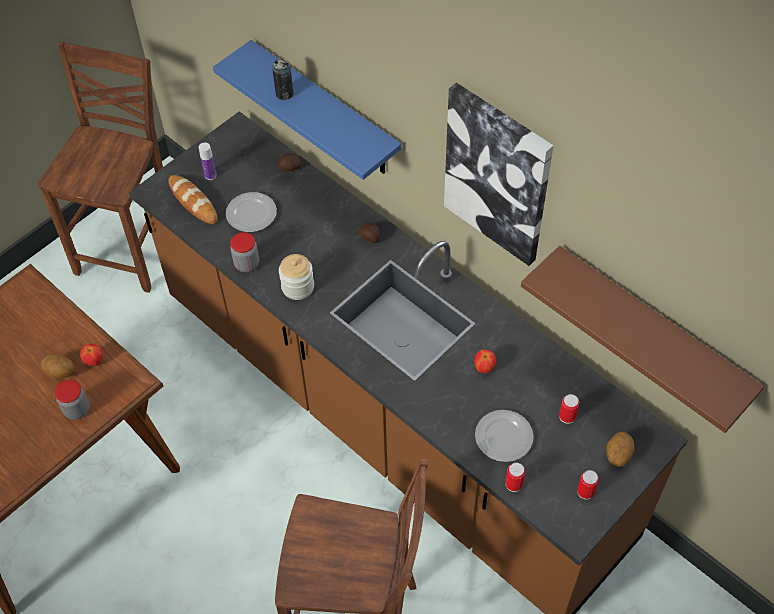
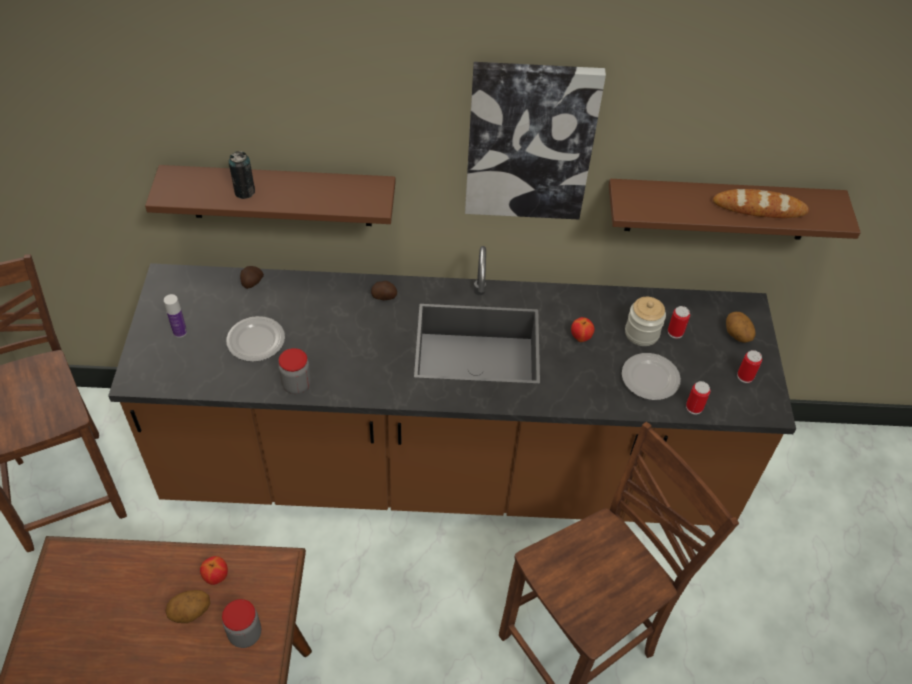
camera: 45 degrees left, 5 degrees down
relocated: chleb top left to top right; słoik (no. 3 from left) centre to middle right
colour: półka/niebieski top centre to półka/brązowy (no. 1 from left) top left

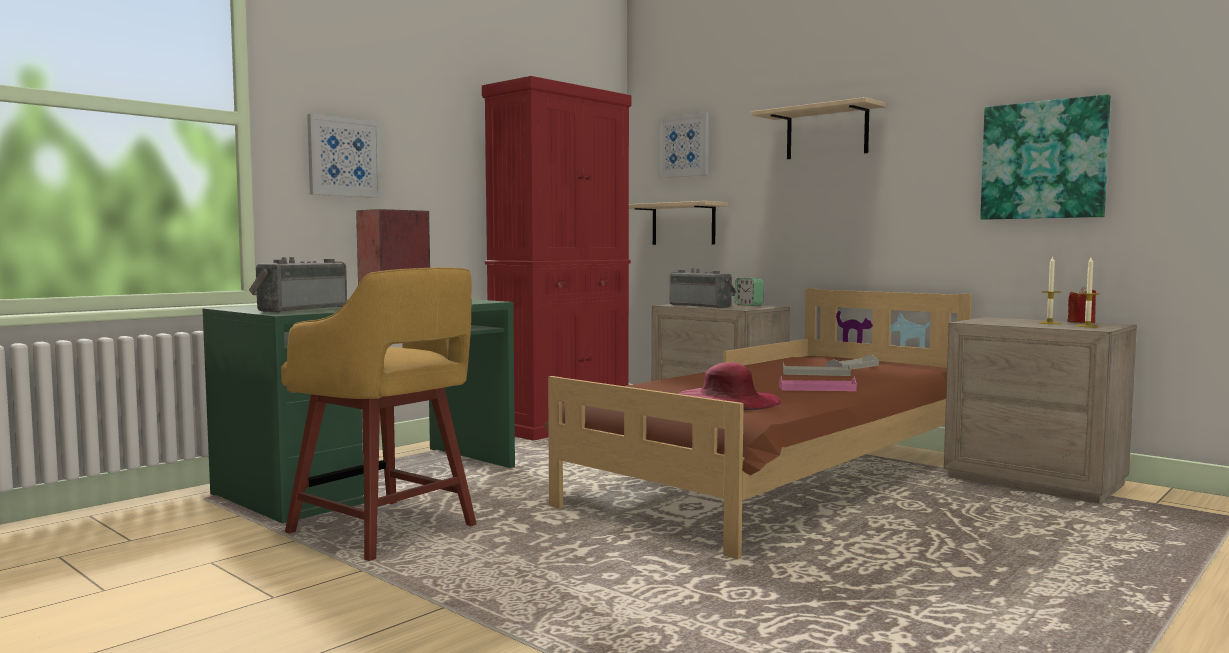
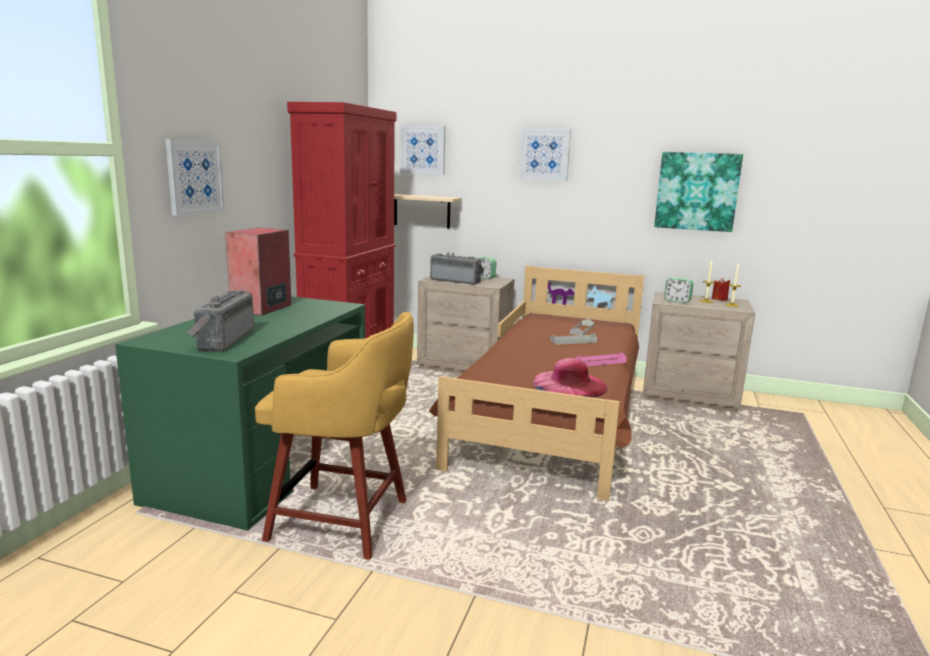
camera: 25 degrees left, 10 degrees up
appeared: budzik (no. 2 from left) middle right
exchanged: półka/beżowy (no. 2 from left) top centre to obraz (no. 3 from left) top centre

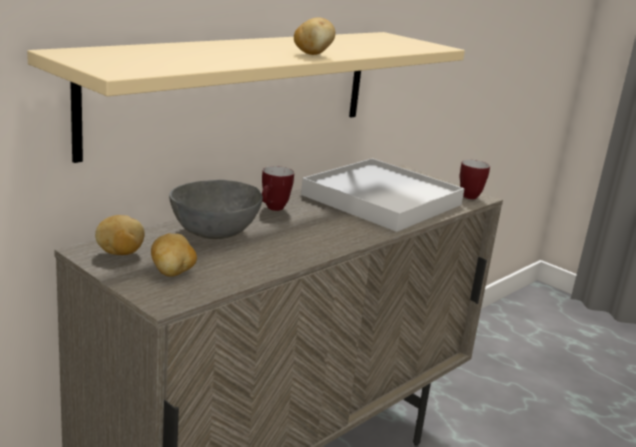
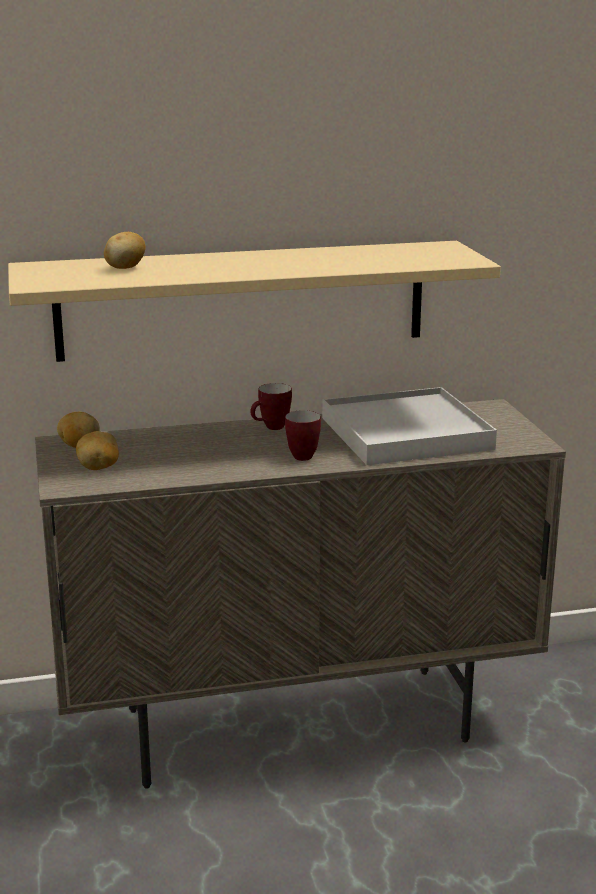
camera: 35 degrees right, 0 degrees up
missing: miska/szary centre
relocated: ziemniak (no. 3 from left) top centre to top left; kubek (no. 2 from left) middle right to centre

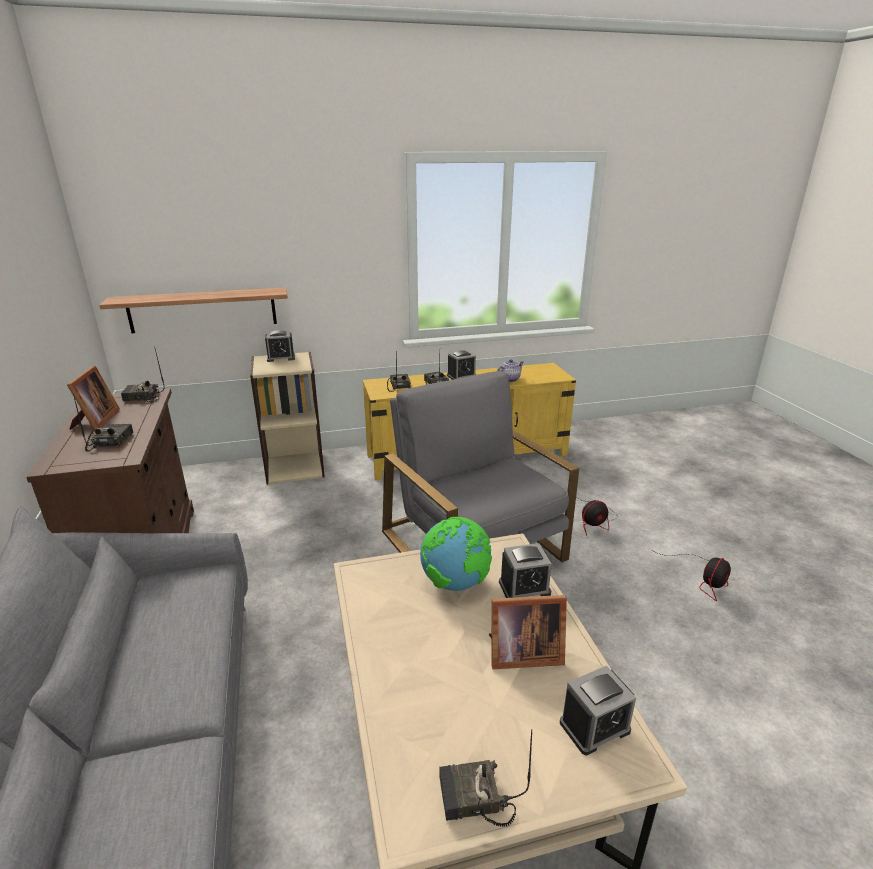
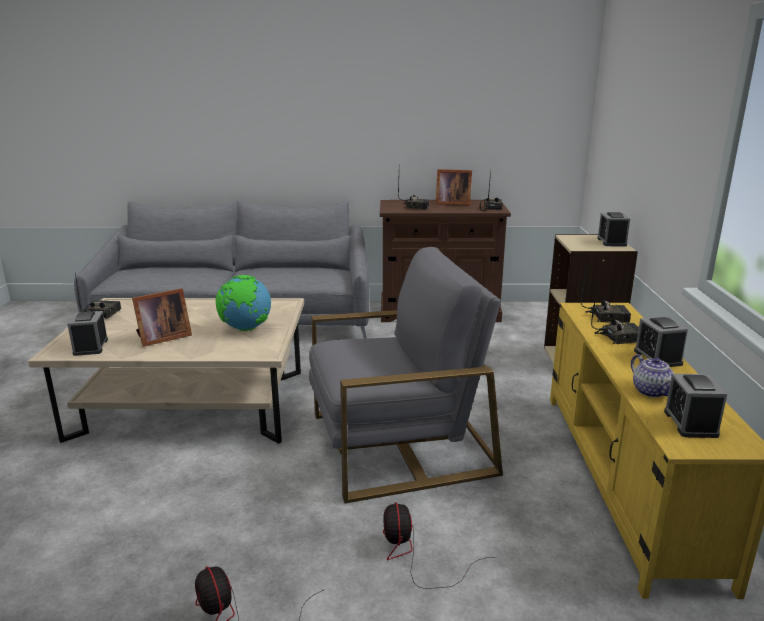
camera: 105 degrees right, 5 degrees down
missing: półka middle left
relocated: budzik (no. 3 from left in the first image) centre to budzik (no. 4 from left) middle right
spun: ramka na zdjęcie (no. 2 from left in the first image) bottom centre = middle left 135 degrees counterclockwise

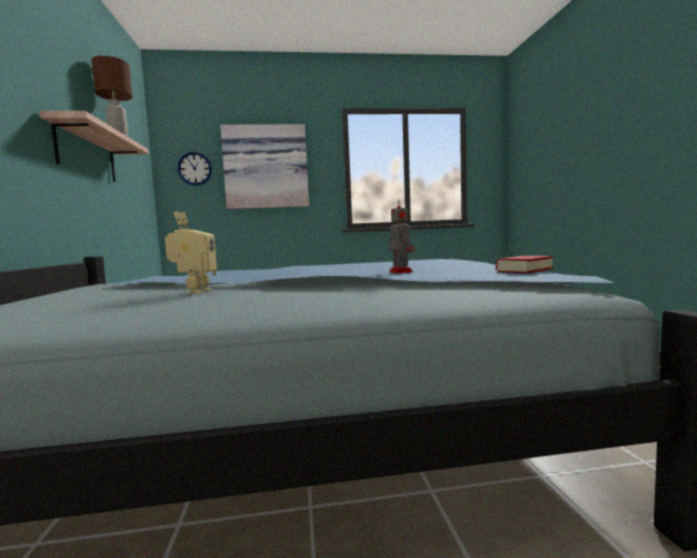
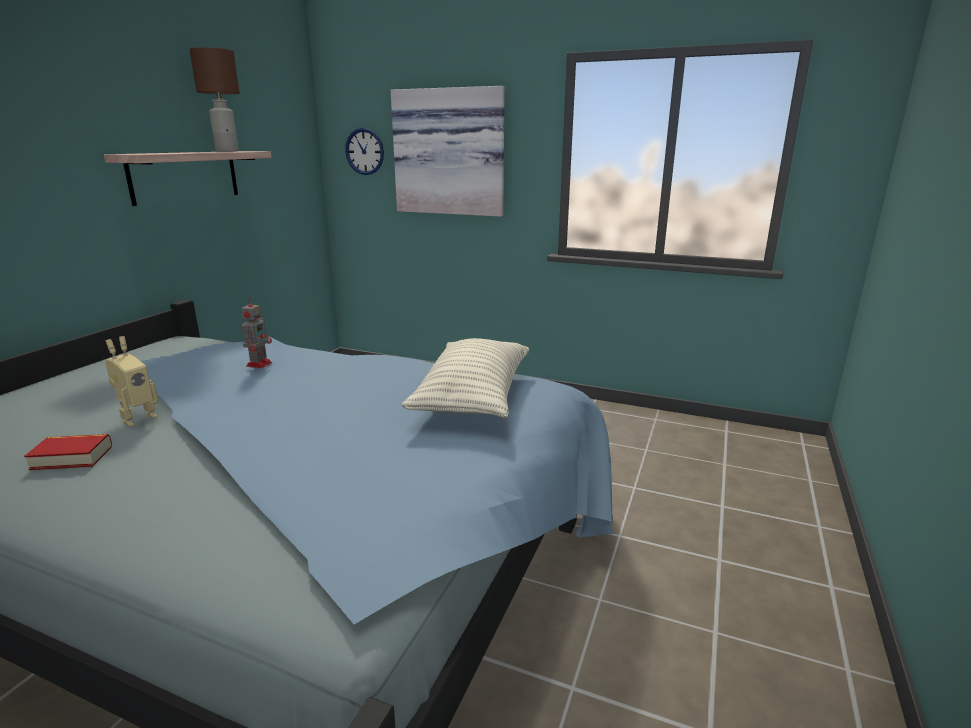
camera: 30 degrees right, 15 degrees up
appeared: poduszka centre
relocated: robot zabawkowy (no. 2 from left) centre to middle left; książka middle right to middle left

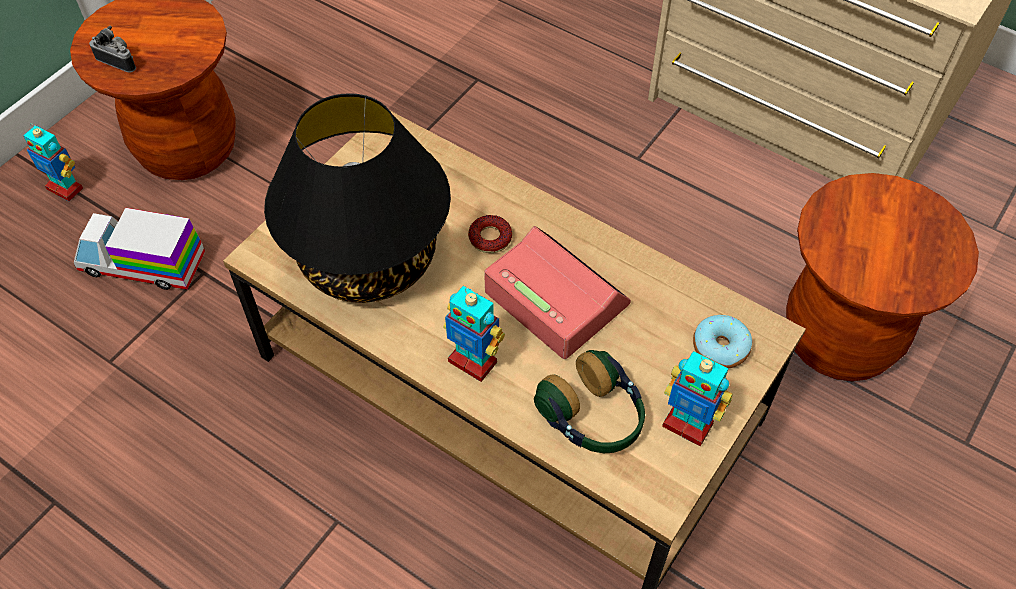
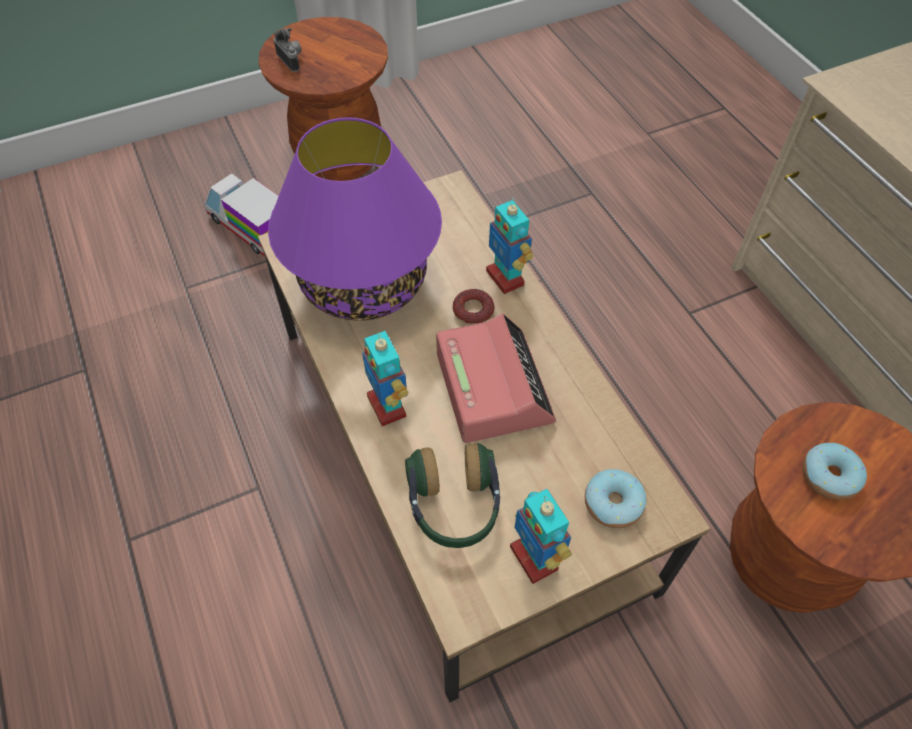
camera: 30 degrees right, 0 degrees up
appeared: donut (no. 3 from left) middle right
relocated: robot zabawkowy (no. 1 from left in the first image) top left to robot zabawkowy (no. 2 from left) centre
colour: lampa stołowa/czarny centre to lampa stołowa/fioletowy top centre

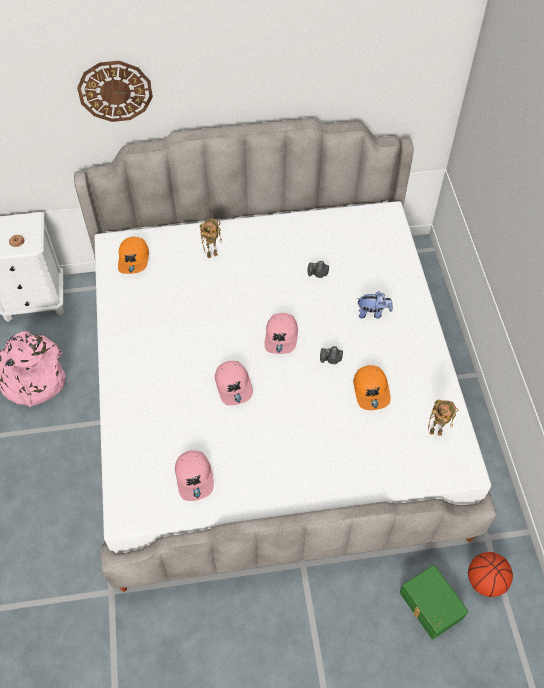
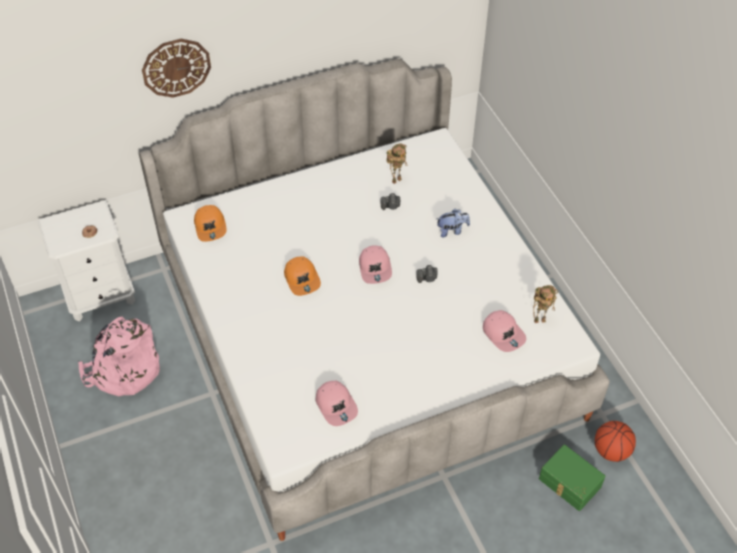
camera: 15 degrees left, 5 degrees down
relocated: robot zabawkowy (no. 1 from left) centre to top centre; czapka z daszkiem/różowy (no. 2 from left in the first image) centre to czapka z daszkiem/różowy (no. 3 from left) middle right; czapka z daszkiem/pomarańczowy (no. 2 from left) middle right to centre

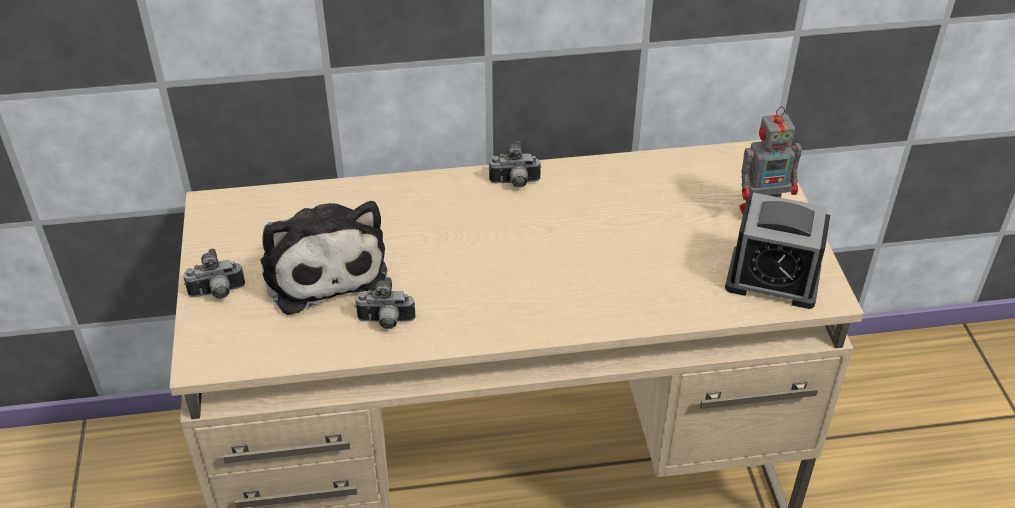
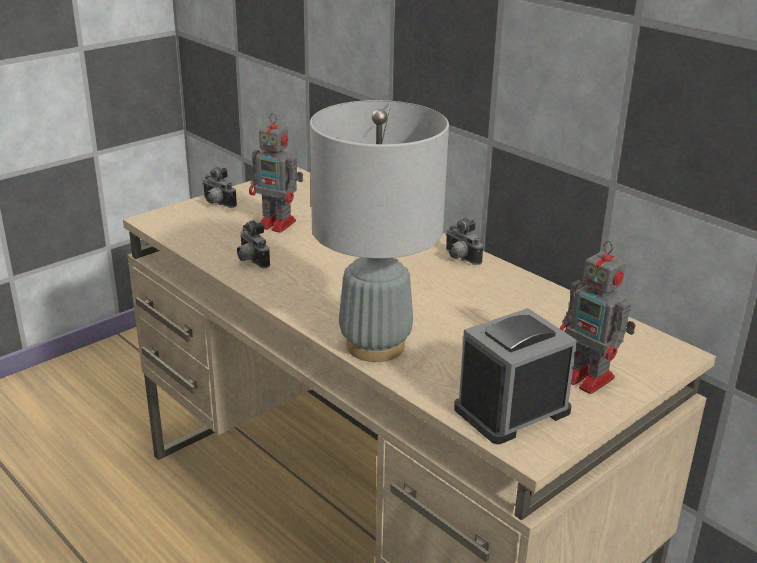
camera: 55 degrees right, 15 degrees down
appeared: lampa stołowa/szary centre
exchanged: pluszak middle left to robot zabawkowy (no. 1 from left) top centre
spun: budzik middle right = bottom right 75 degrees clockwise

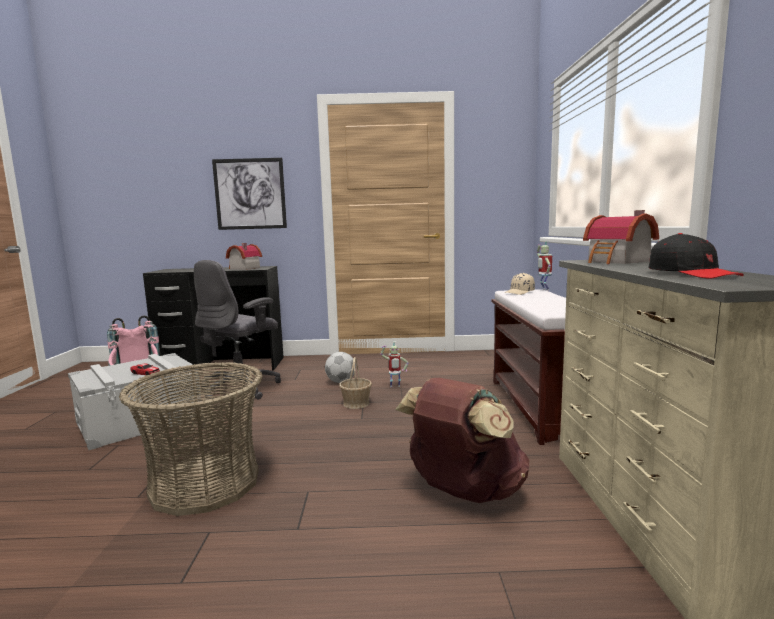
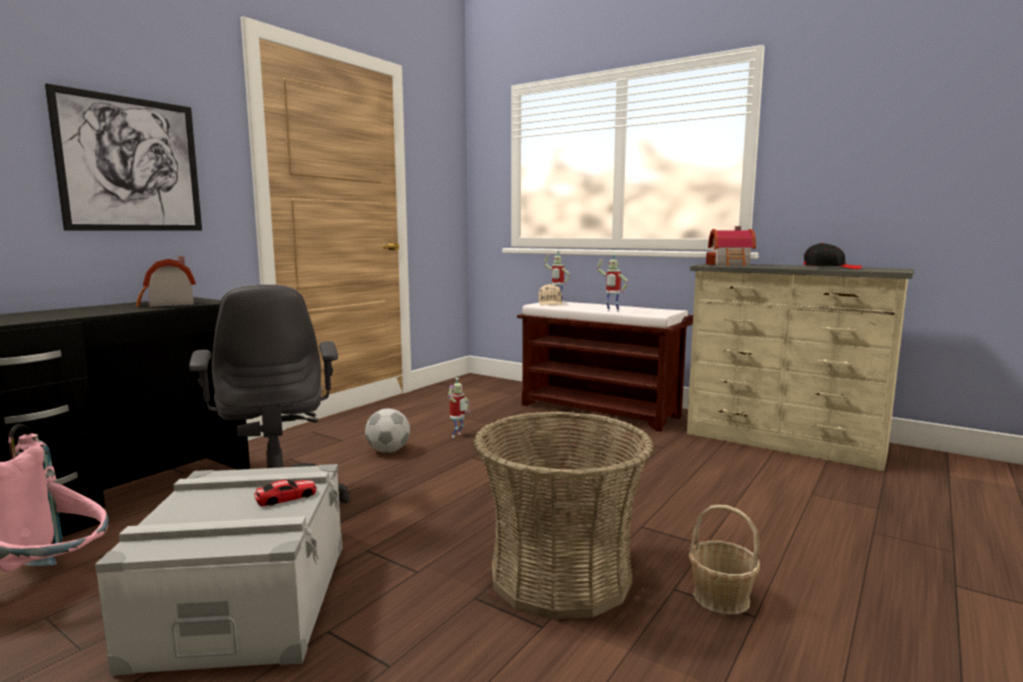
camera: 55 degrees left, 0 degrees up
missing: plecak/brązowy bottom centre
appeared: robot zabawkowy (no. 3 from left) centre
relocated: koszyk (no. 2 from left) centre to bottom right

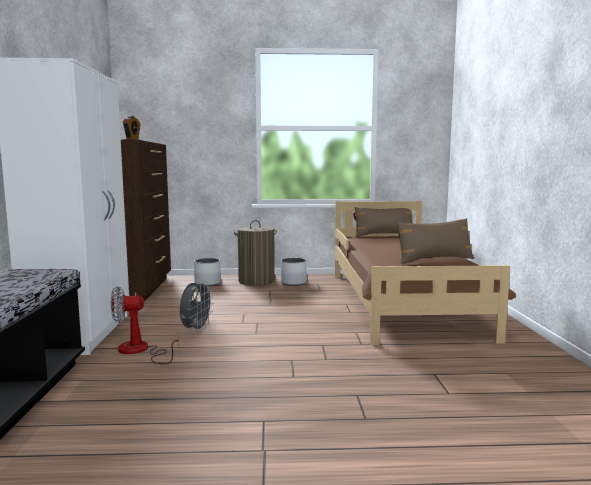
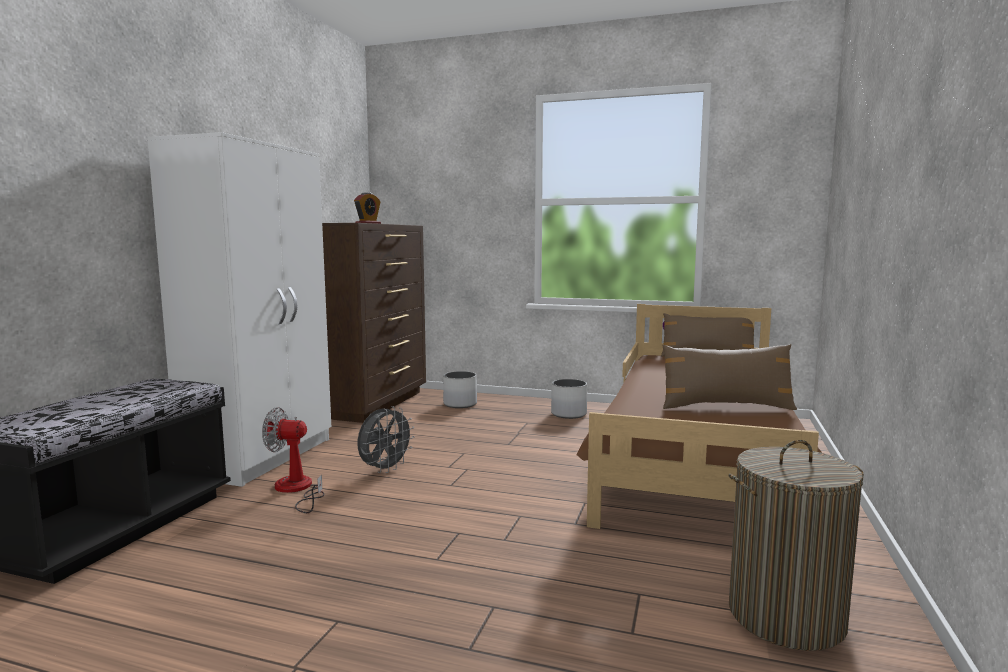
camera: 20 degrees right, 0 degrees up
relocated: kosz na pranie centre to bottom right

